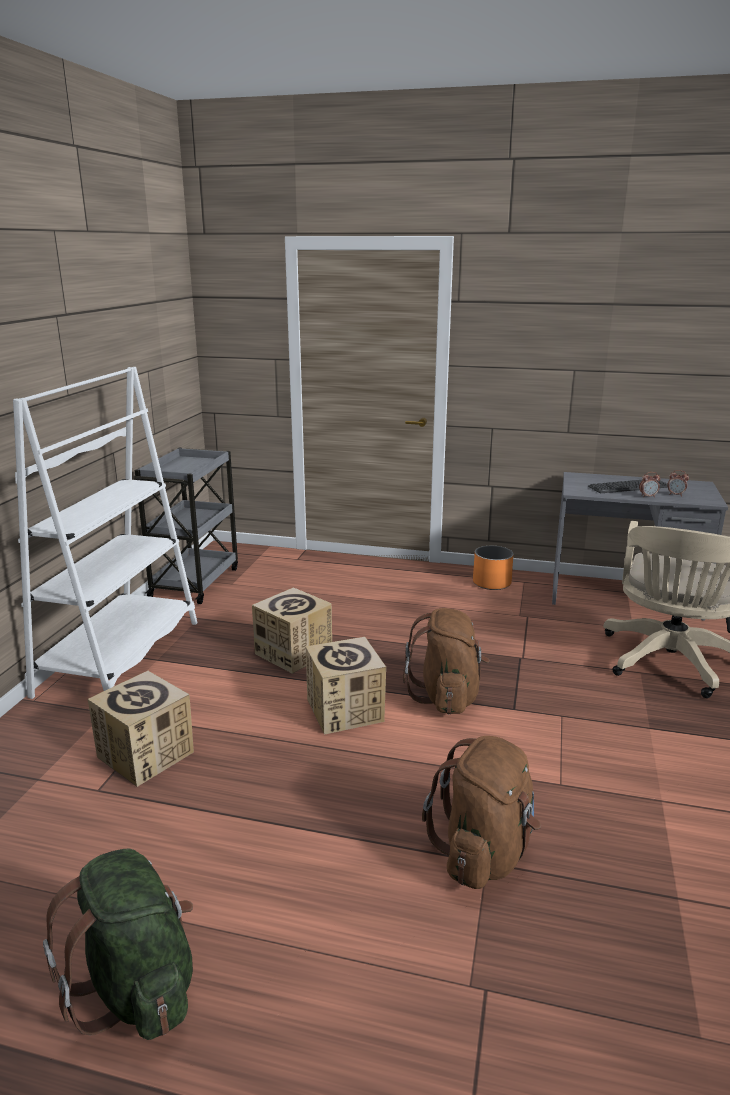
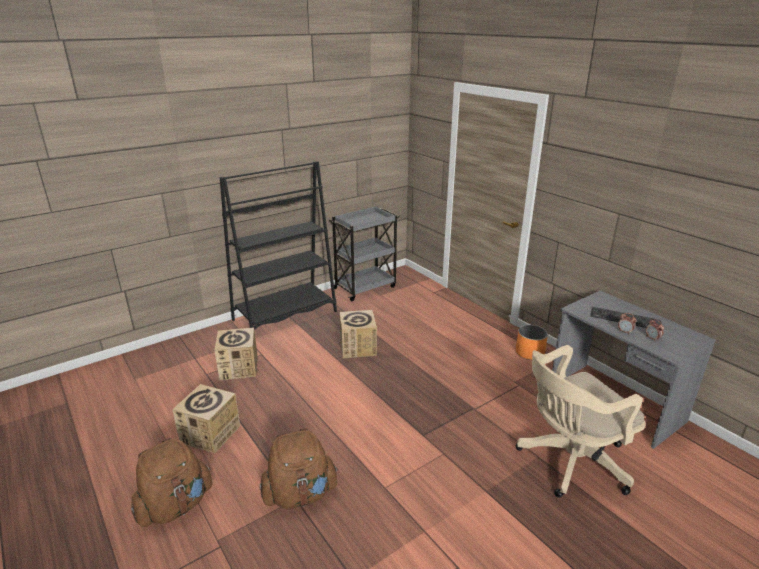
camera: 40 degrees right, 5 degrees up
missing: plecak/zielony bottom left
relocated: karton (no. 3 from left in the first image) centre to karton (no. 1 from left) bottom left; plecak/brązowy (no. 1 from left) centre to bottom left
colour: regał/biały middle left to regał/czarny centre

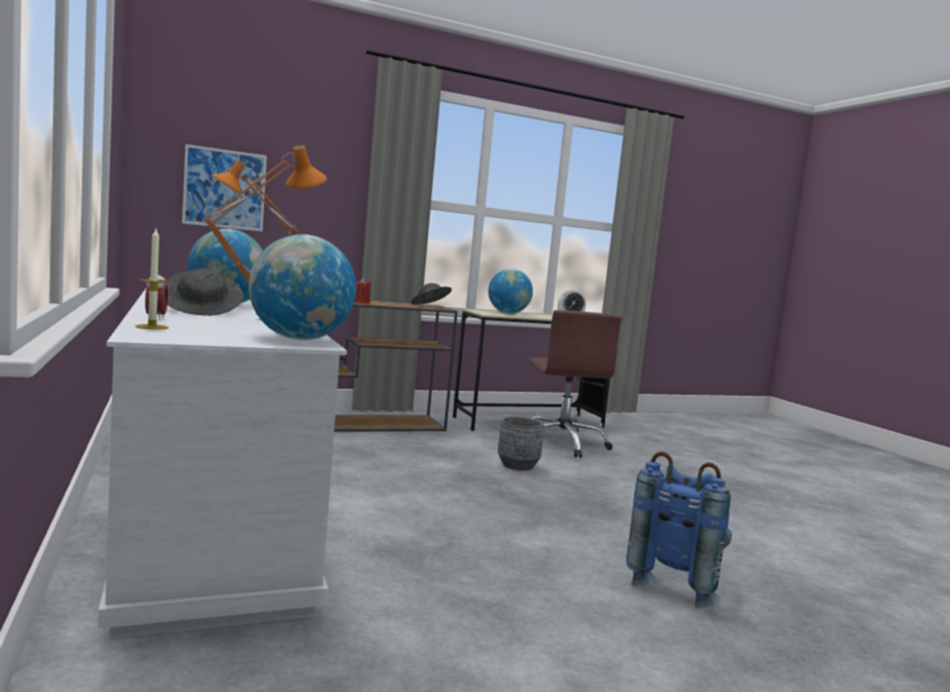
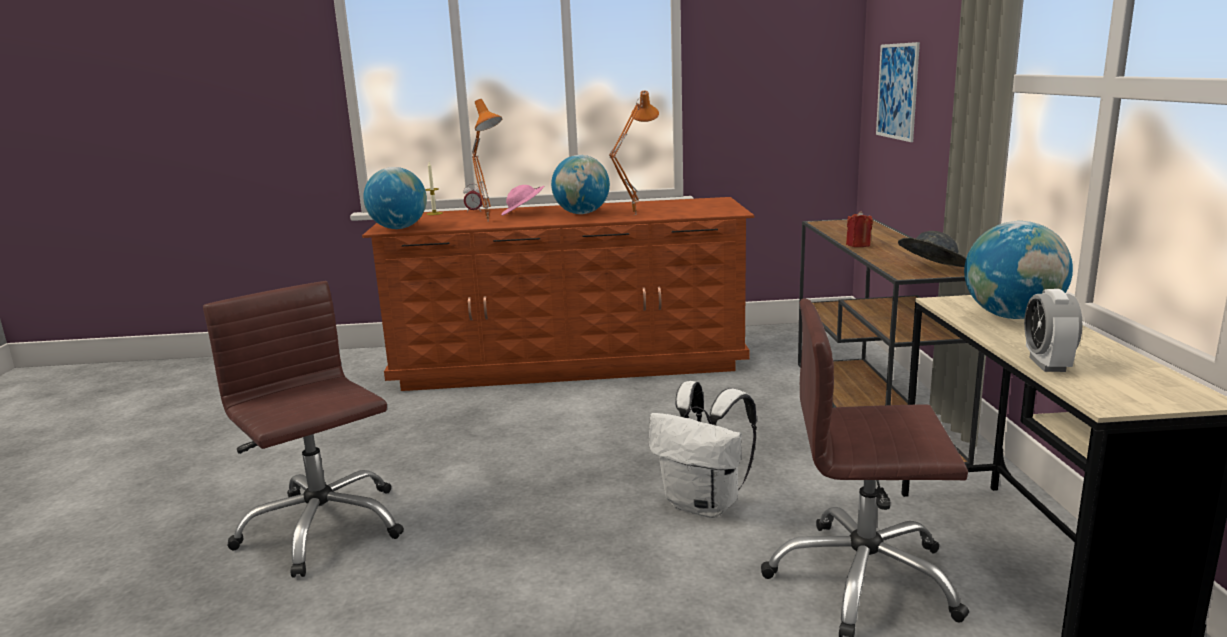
camera: 110 degrees right, 10 degrees up
exchanged: donica/szary centre to plecak/biały bottom centre; plecak/niebieski bottom right to krzesło biurowe/brązowy (no. 1 from left) bottom left
colour: komoda/biały bottom left to komoda/brązowy centre; kapelusz/szary (no. 1 from left) middle left to kapelusz/różowy top centre

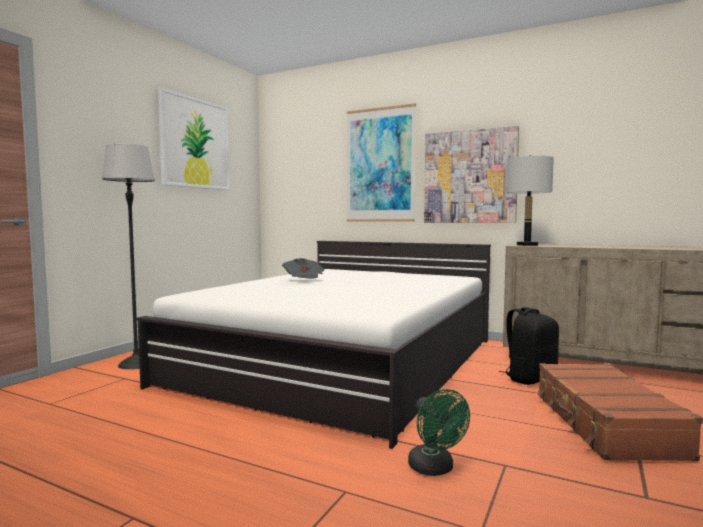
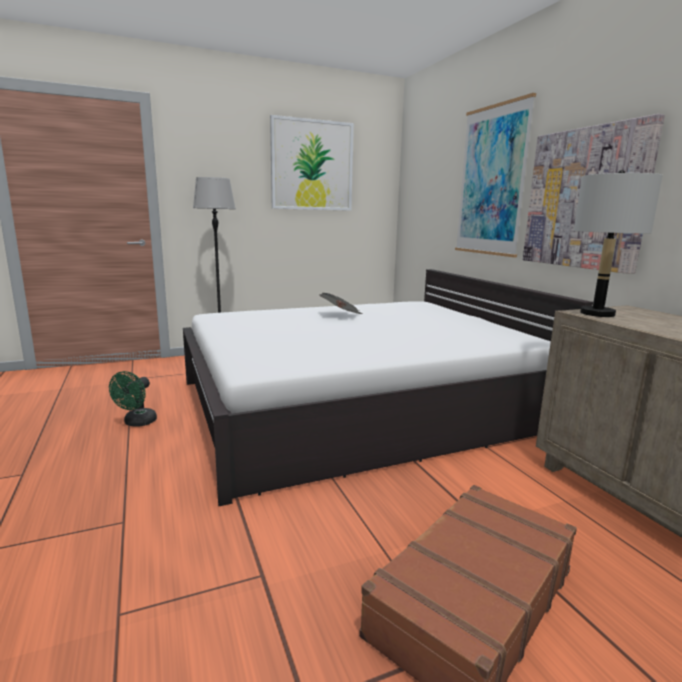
camera: 40 degrees right, 10 degrees up
missing: plecak/czarny middle right
relocated: wentylator/zielony bottom centre to middle left

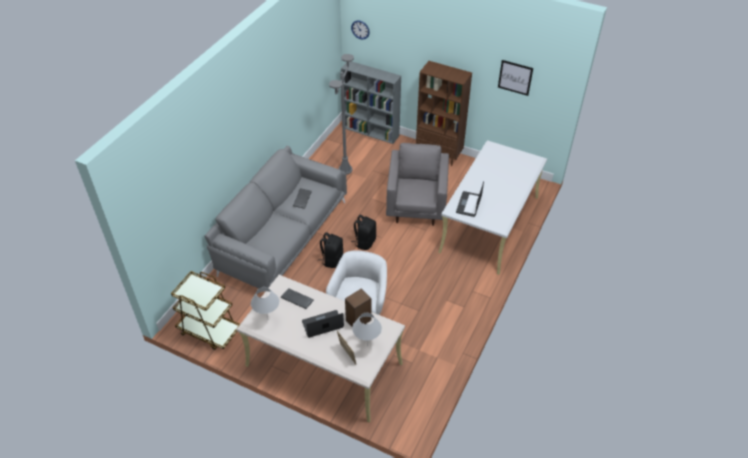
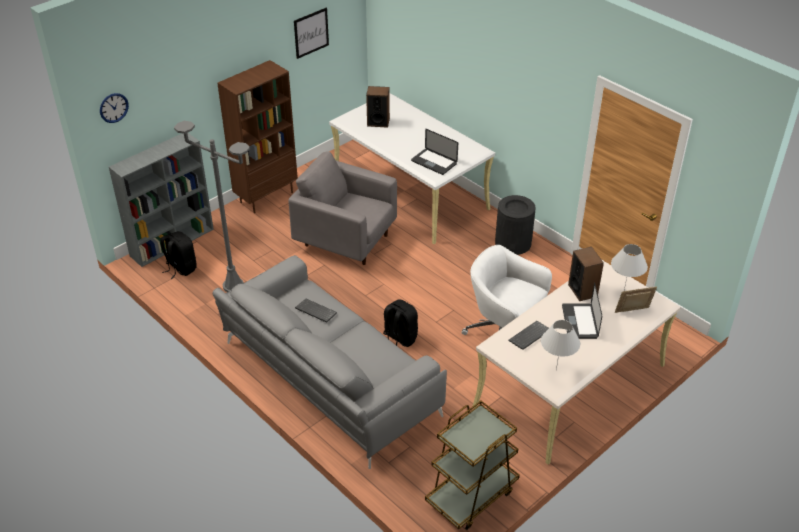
camera: 70 degrees left, 5 degrees down
appeared: głośnik (no. 1 from left) top centre; kosz na śmieci/czarny centre
relocated: plecak/czarny (no. 2 from left in the first image) centre to plecak/czarny (no. 1 from left) middle left

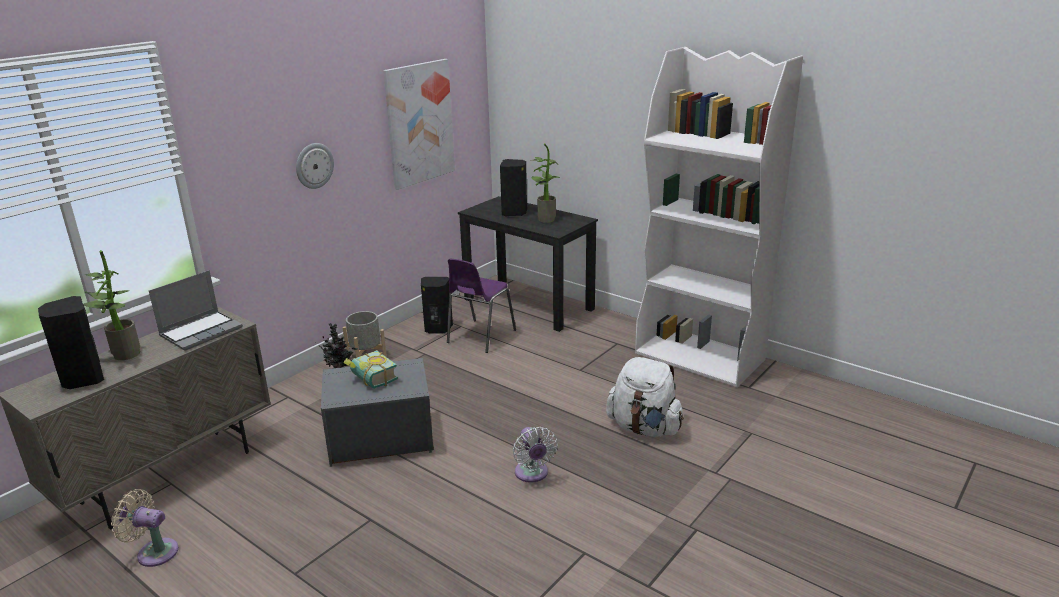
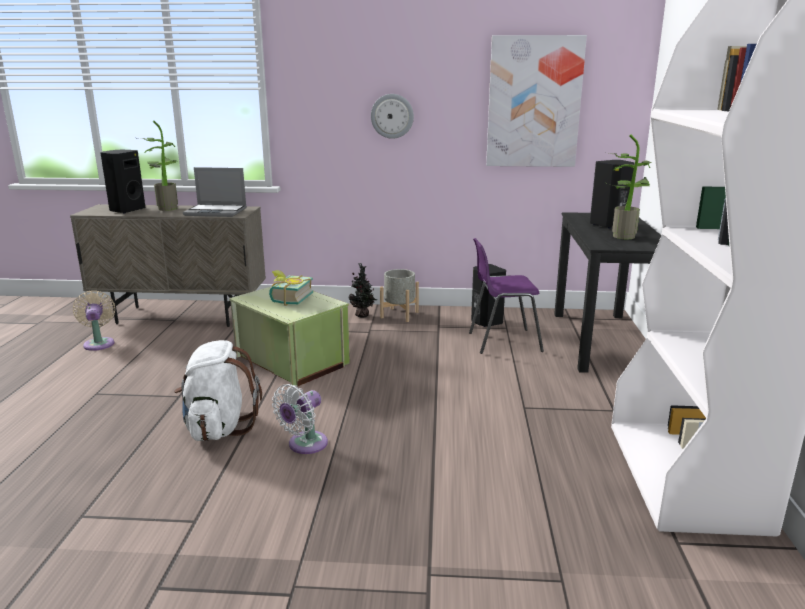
camera: 55 degrees right, 5 degrees down
relocated: plecak/biały centre to middle left
colour: pojemnik do przechowywania/szary bottom centre to pojemnik do przechowywania/zielony centre

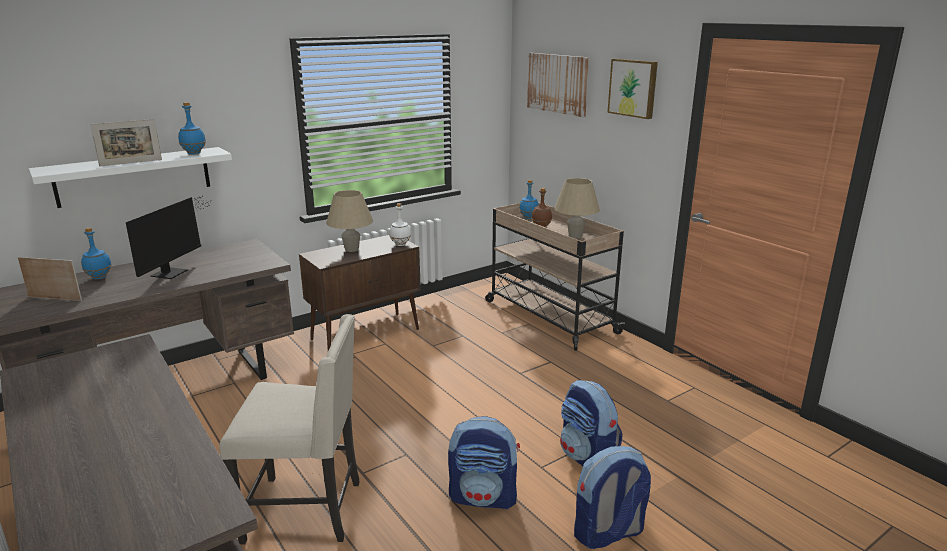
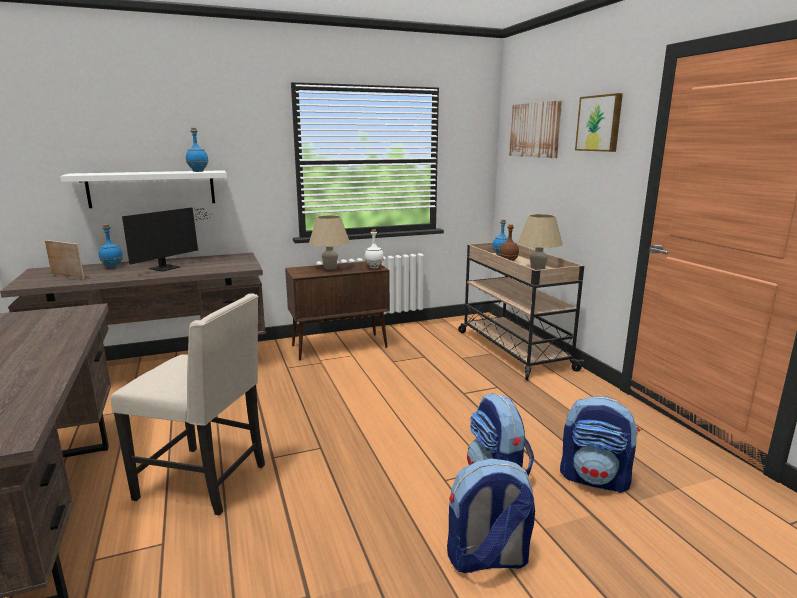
camera: 15 degrees right, 5 degrees down
missing: ramka na zdjęcie (no. 2 from left) top left
relocated: plecak (no. 1 from left in the first image) bottom centre to plecak (no. 3 from left) bottom right

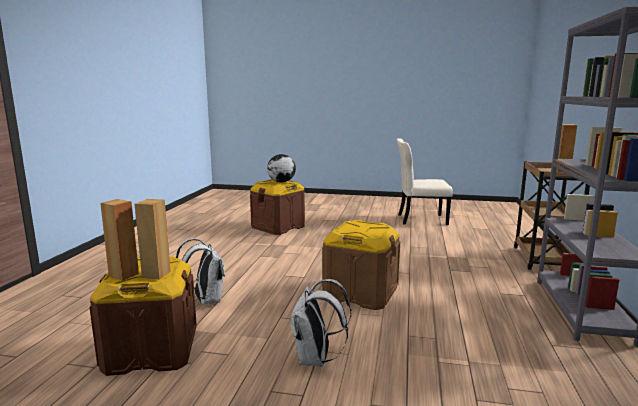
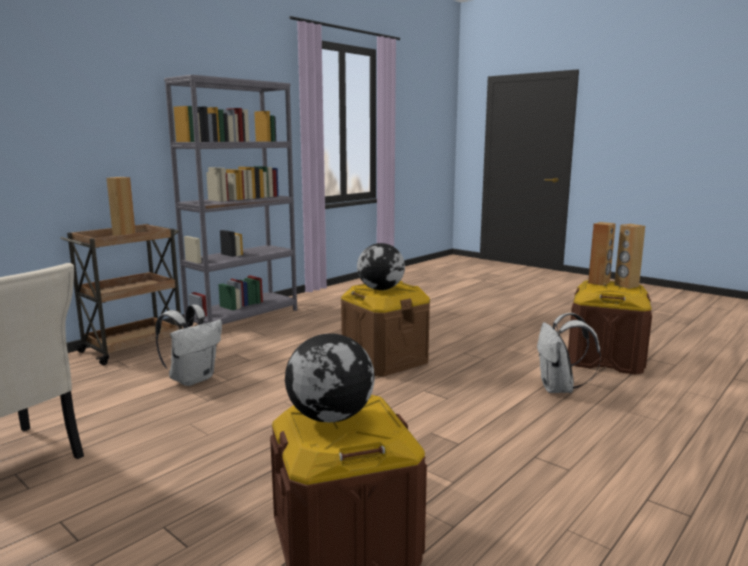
camera: 150 degrees left, 0 degrees up
appeared: globus (no. 2 from left) centre
relocated: plecak/biały (no. 2 from left in the first image) bottom centre to plecak/biały (no. 1 from left) middle left

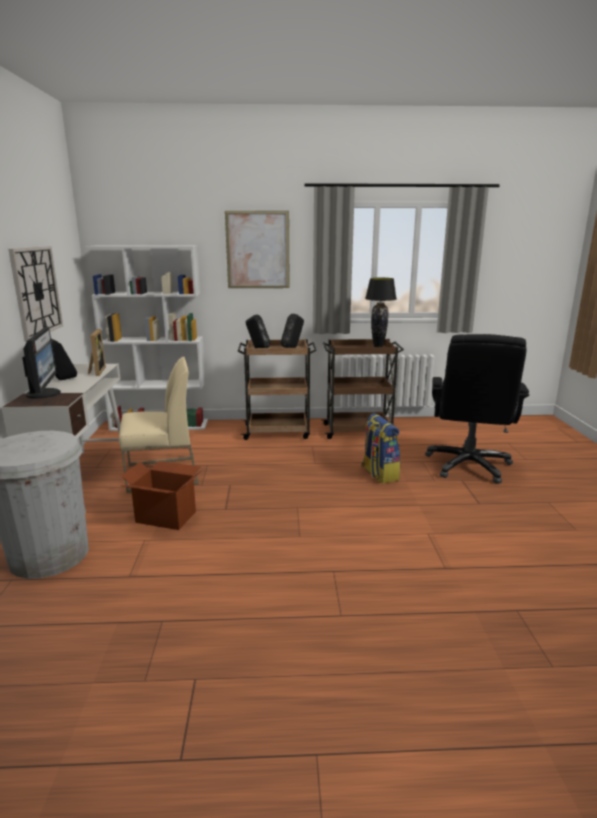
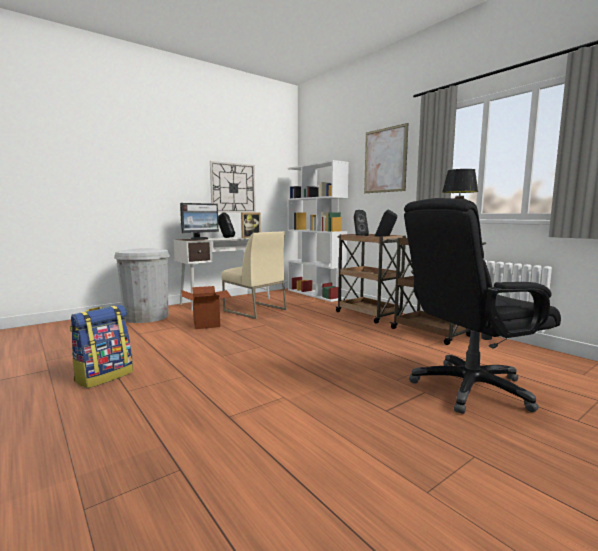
camera: 55 degrees right, 10 degrees down
relocated: plecak centre to middle left

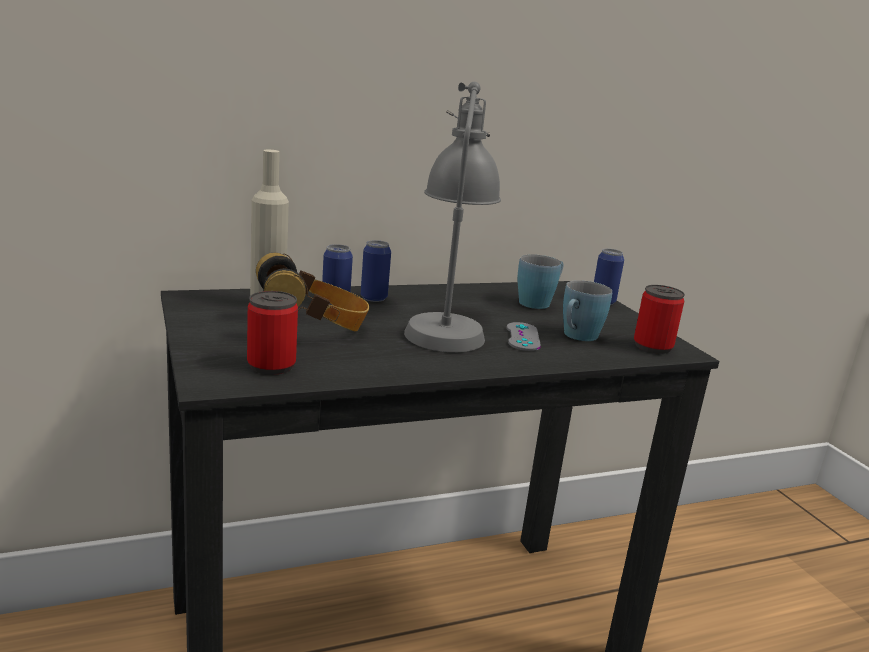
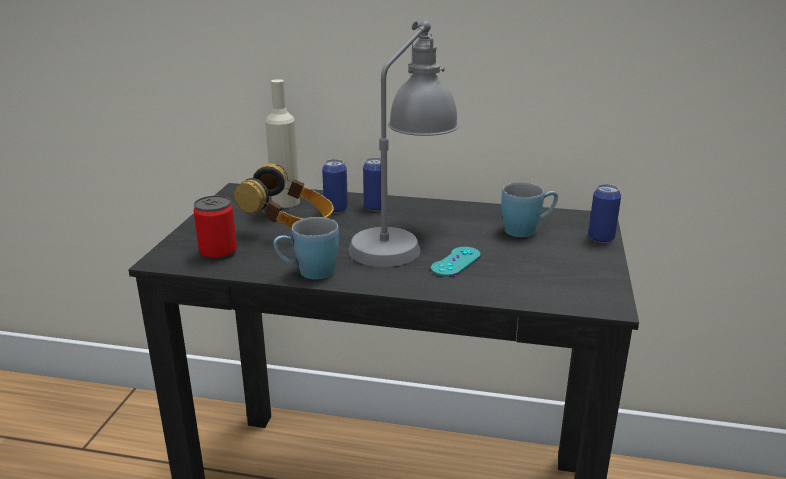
camera: 35 degrees right, 5 degrees up
missing: puszka (no. 5 from left) middle right
relocated: kubek/niebieski (no. 2 from left in the first image) middle right to kubek/niebieski (no. 1 from left) centre
colour: pad do gier/szary centre to pad do gier/turkusowy centre

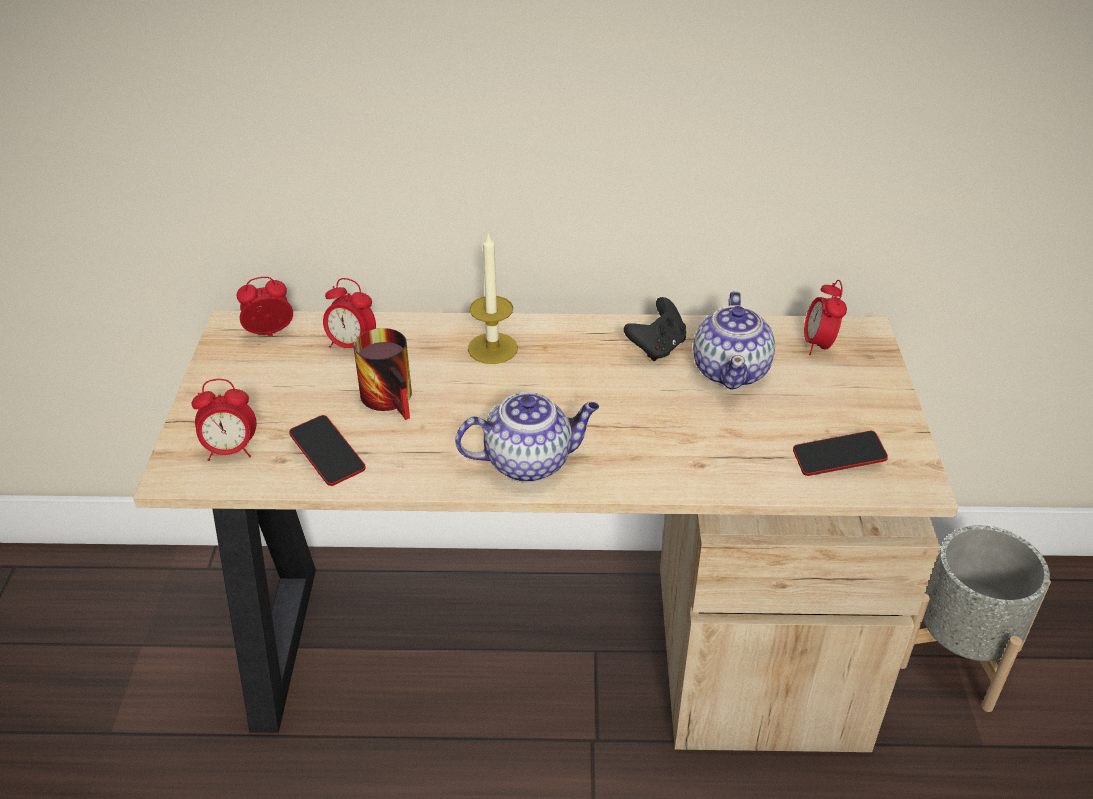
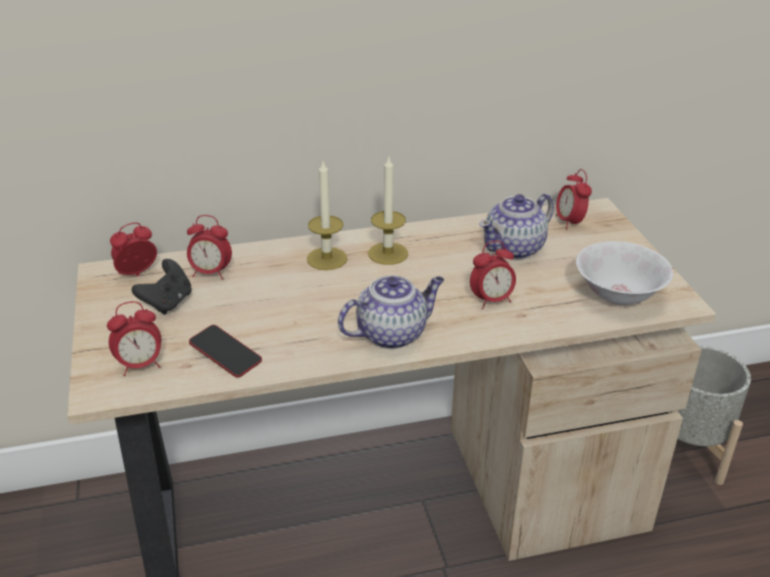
camera: 15 degrees left, 5 degrees down
missing: kubek centre
appeared: świeca (no. 2 from left) centre; budzik (no. 4 from left) centre
relocated: pad do gier/czarny centre to middle left
exchanged: telefon (no. 2 from left) middle right to miska/biały middle right
spun: imbryk (no. 2 from left) middle right = middle right 60 degrees clockwise

